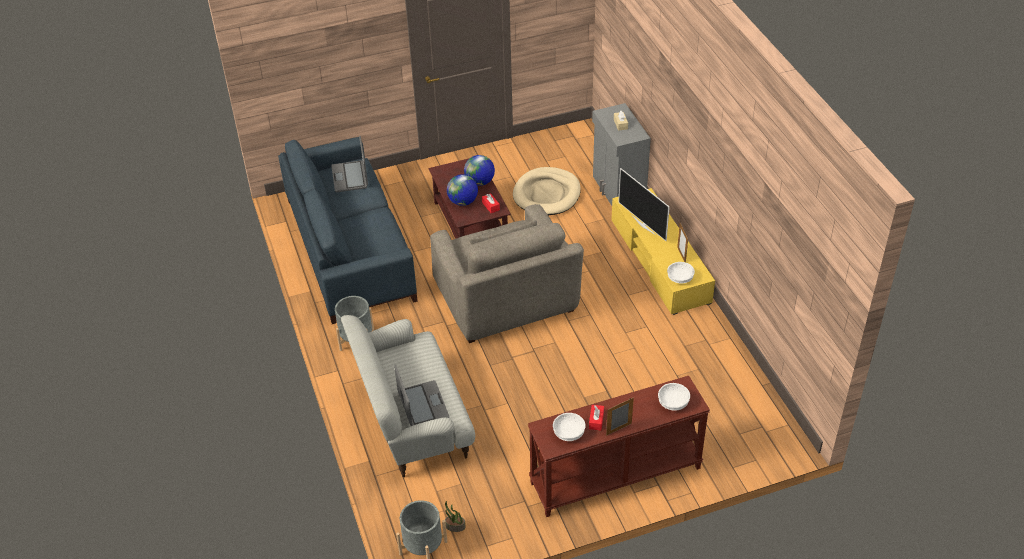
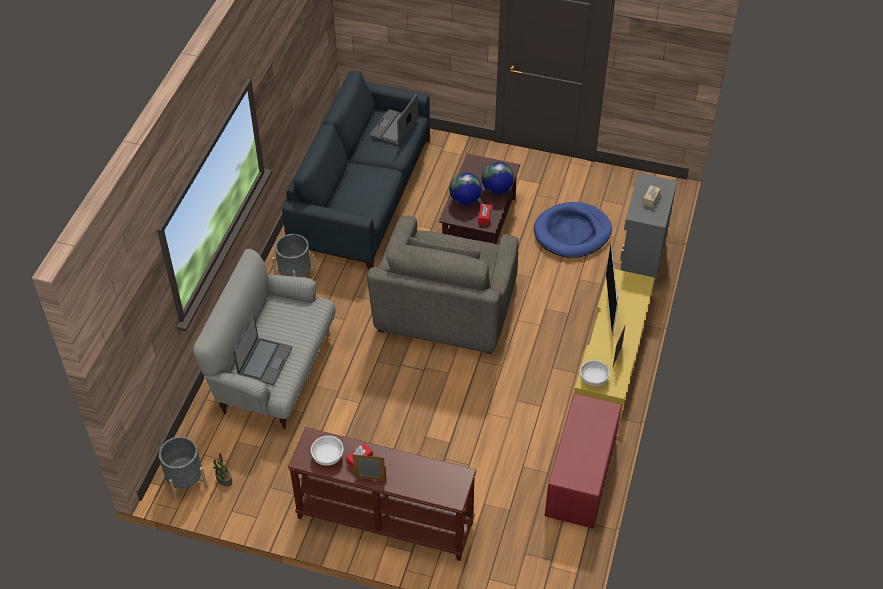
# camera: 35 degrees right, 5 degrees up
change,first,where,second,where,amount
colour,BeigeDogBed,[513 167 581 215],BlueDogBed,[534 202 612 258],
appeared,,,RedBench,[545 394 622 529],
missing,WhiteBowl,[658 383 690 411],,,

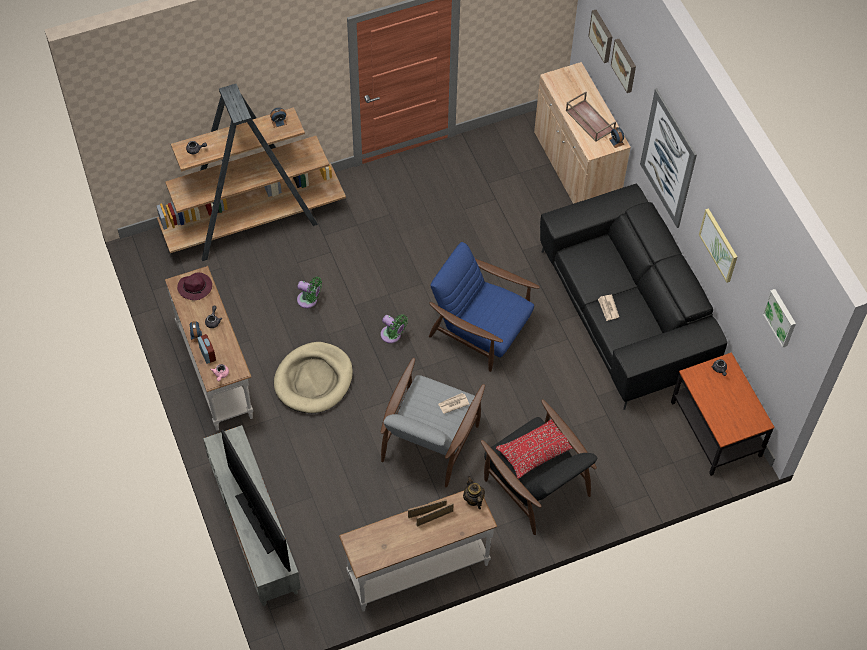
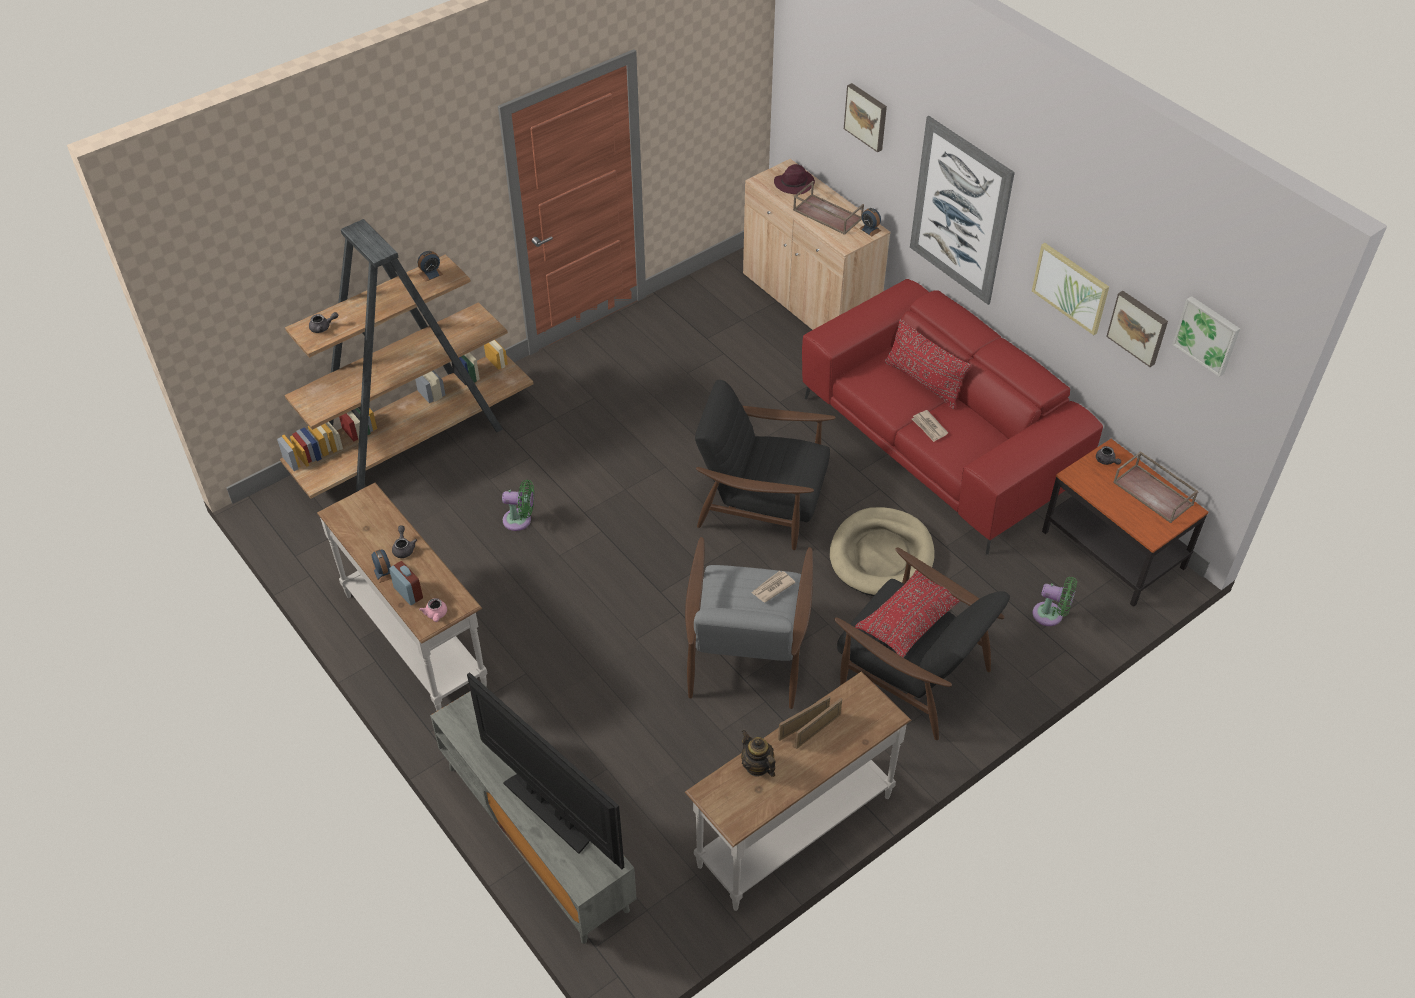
# camera: 15 degrees left, 10 degrees down
change,first,where,second,where,amount
colour,BlueArmchair,[429 242 540 372],BlackArmchair,[695 380 836 550],
relocated,Teapot,[463 476 485 509],,[741 730 776 777],
relocated,PurpleHat,[177 273 212 300],,[774 164 815 194],
colour,BlackSofa,[540 184 728 410],RedSofa,[802 279 1103 555],
relocated,BeigeDogBed,[274 342 353 413],,[830 507 934 596],
appeared,,,RedPillow,[884 319 971 409],
relocated,GreenFan,[380 314 408 343],,[1033 577 1077 626],
relocated,Picture,[588 10 613 63],,[1106 291 1168 367],
appeared,,,BrownTray,[1113 452 1199 523],

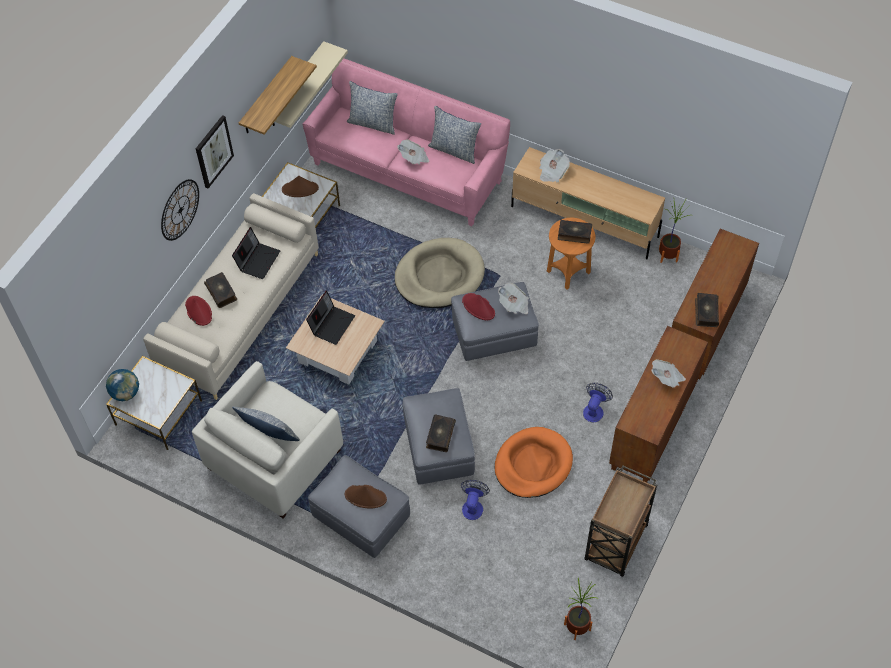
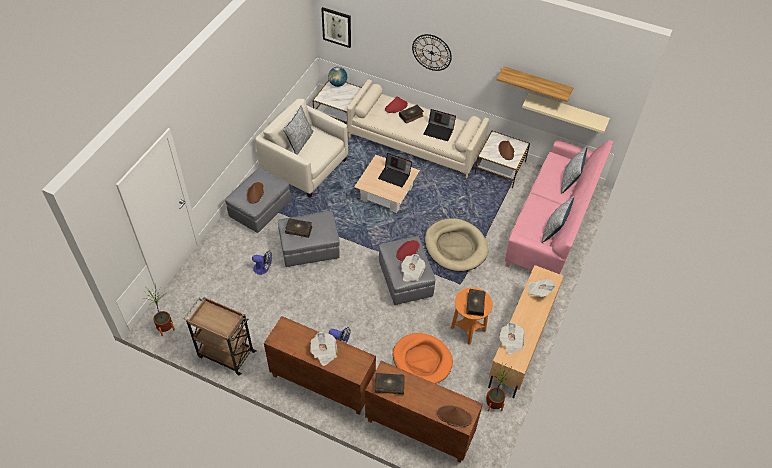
# camera: 85 degrees right, 5 degrees down
change,first,where,second,where,amount
relocated,Picture,[196 115 234 188],,[321 7 351 48],
relocated,OrangeDogBed,[495 427 573 498],,[393 333 453 384],
appeared,,,BrownHat,[437 405 473 427],
relocated,Newspaper,[397 140 429 164],,[499 322 525 355],

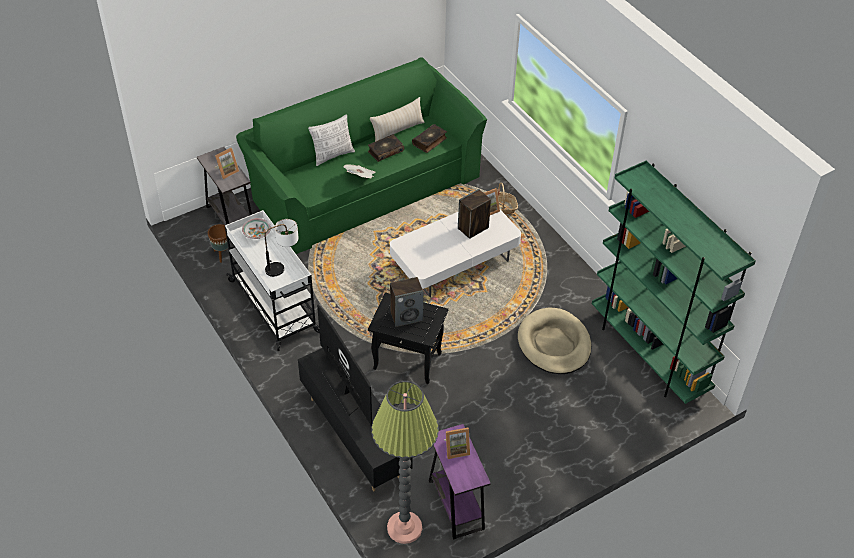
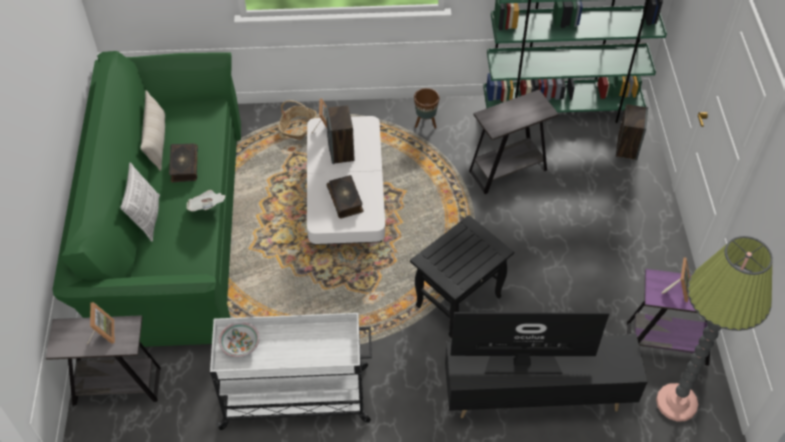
# camera: 60 degrees left, 5 degrees up
change,first,where,second,where,amount
relocated,Book,[412 124 447 153],,[327 175 364 218],
relocated,BrownPlanter,[208 224 230 263],,[414 88 440 128],
exchanged,BeigeDogBed,[518 308 591 374],GreySideTable,[469 90 559 194],
relocated,Speaker,[390 277 424 327],,[616 104 648 160],
missing,TableLamp,[264 219 299 277],,,

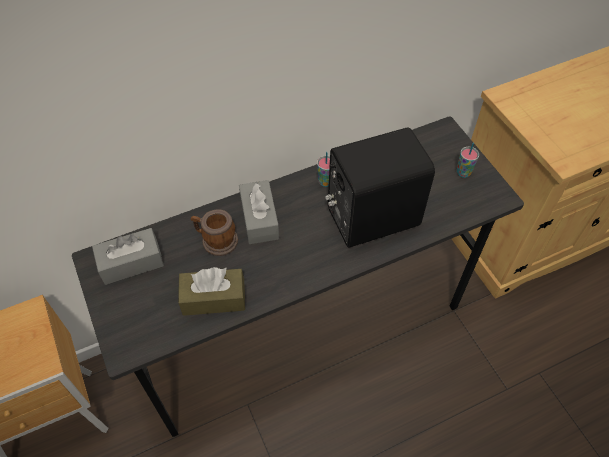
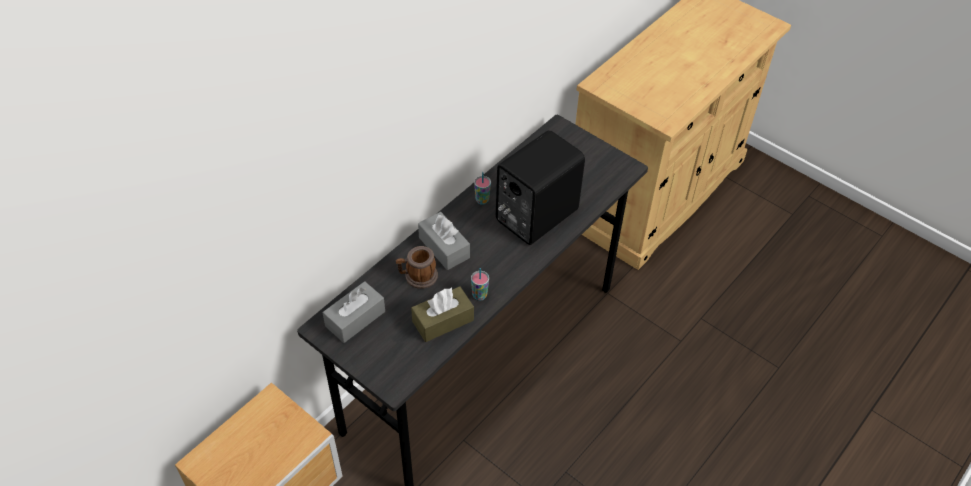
# camera: 25 degrees left, 5 degrees down
change,first,where,second,where,amount
relocated,Cup,[457 143 479 178],,[471 268 489 301],

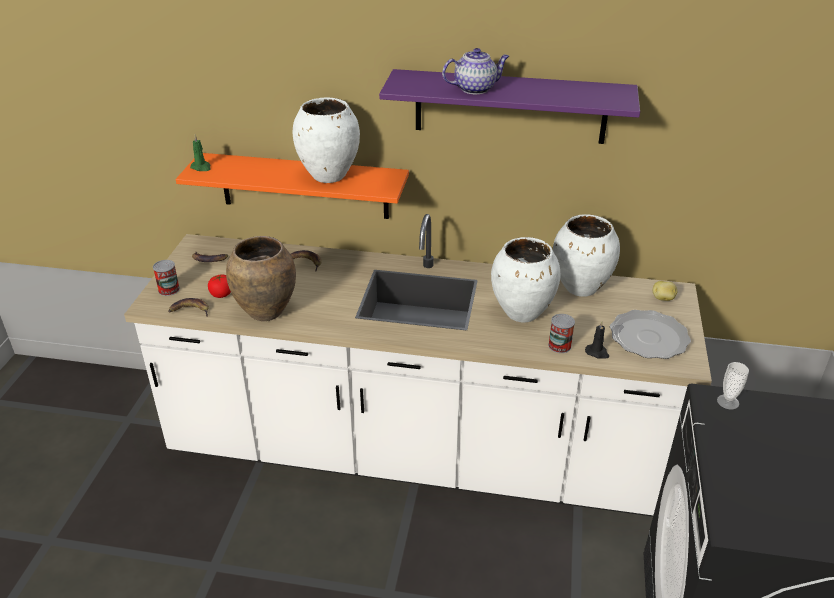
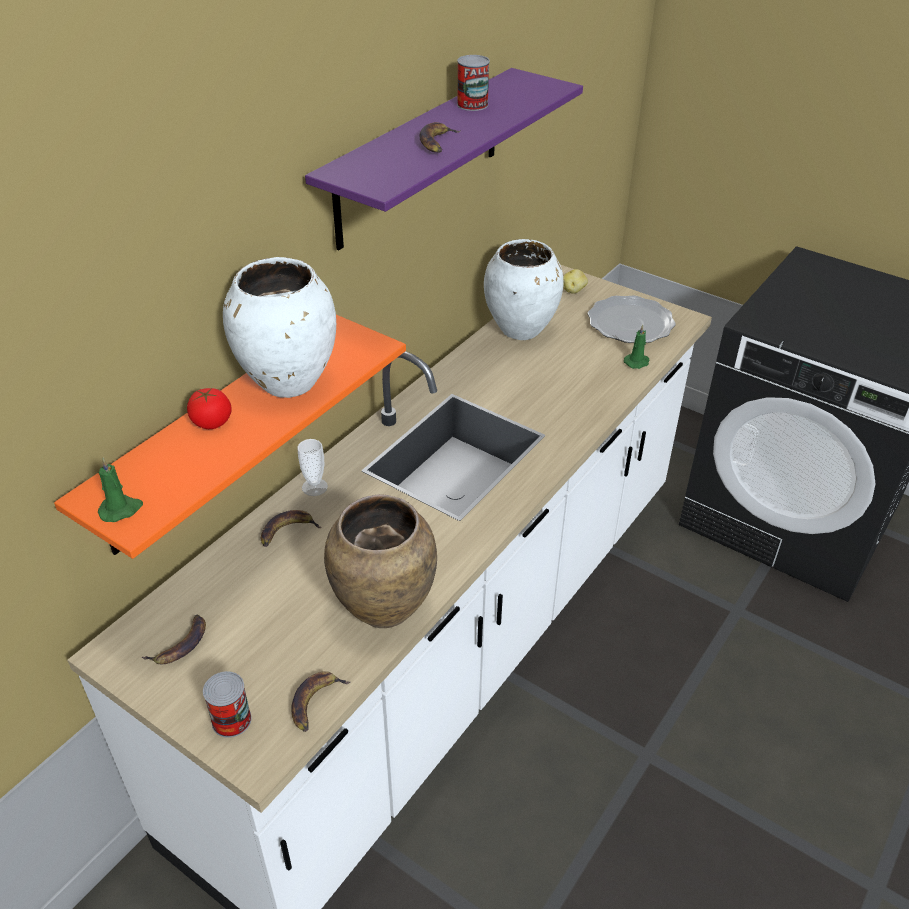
# camera: 65 degrees left, 5 degrees up
change,first,where,second,where,amount
relocated,Tomato,[208 274 231 298],,[187 388 232 429],
relocated,Cup,[717 362 749 410],,[297 439 328 496],
exchanged,Teapot,[442 48 509 94],Banana,[420 122 461 153],
relocated,Can,[548 314 575 353],,[457 55 490 111],
colour,BlackCandle,[585 321 609 359],GreenCandle,[624 325 650 369],
missing,WhiteVase,[491 237 560 323],,,

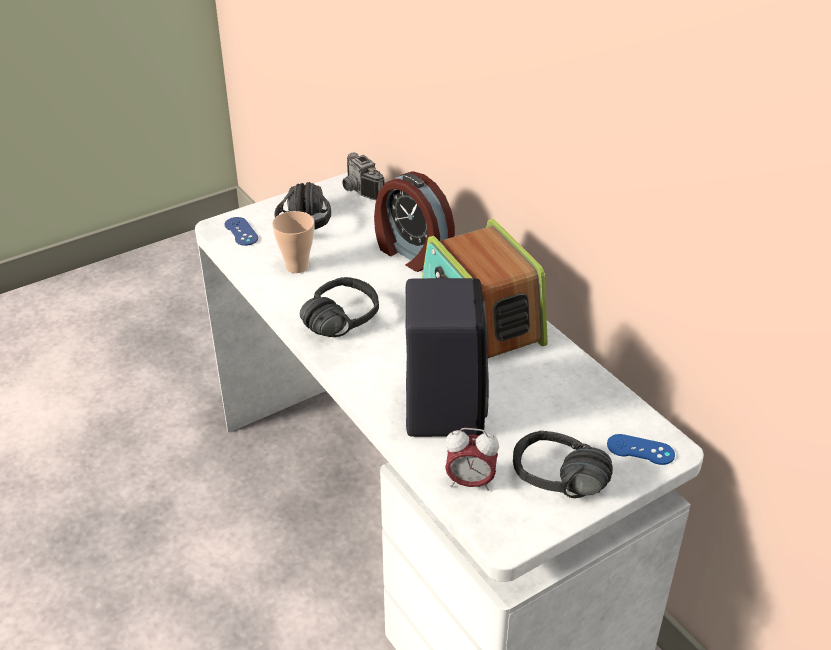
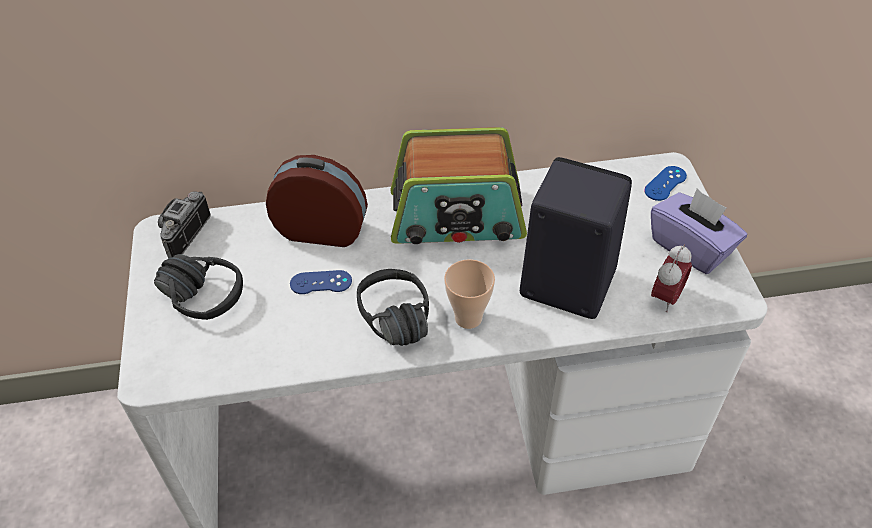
# camera: 65 degrees left, 10 degrees up
change,first,where,second,where,amount
spun,PhotoCamera,[342 153 384 200],,[158 191 211 258],120 degrees clockwise
spun,AlarmClock,[374 171 455 272],,[266 155 368 247],150 degrees counterclockwise
relocated,BlueGameController,[224 217 258 246],,[290 270 352 294],
relocated,Cup,[272 211 315 273],,[444 259 495 329],
exchanged,BlackHeadphones,[513 431 613 498],PurpleTissueBox,[651 188 747 274],

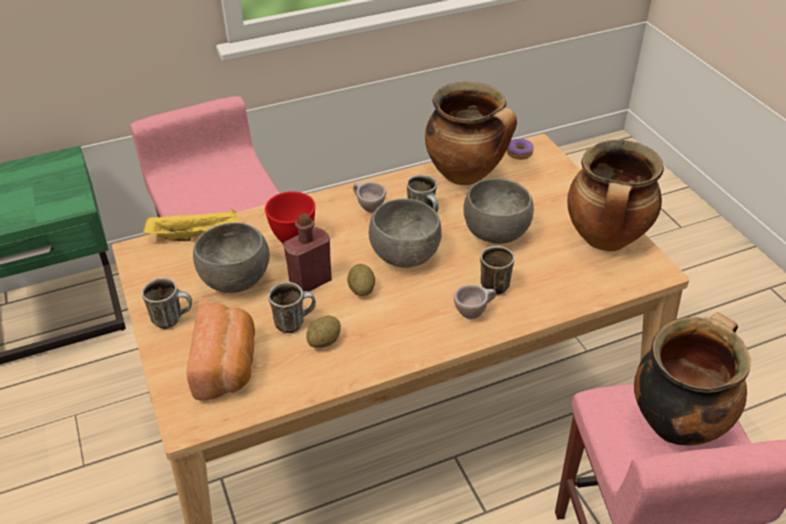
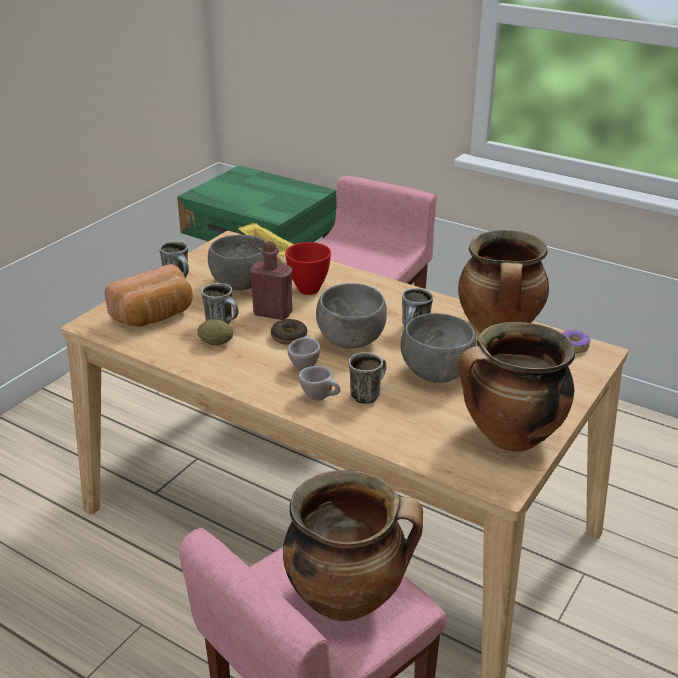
# camera: 55 degrees right, 10 degrees down
change,first,where,second,where,amount
exchanged,Potato,[347 264 375 296],Donut,[271 319 308 345],
relocated,BeigeCup,[353 182 386 212],,[288 335 320 370],

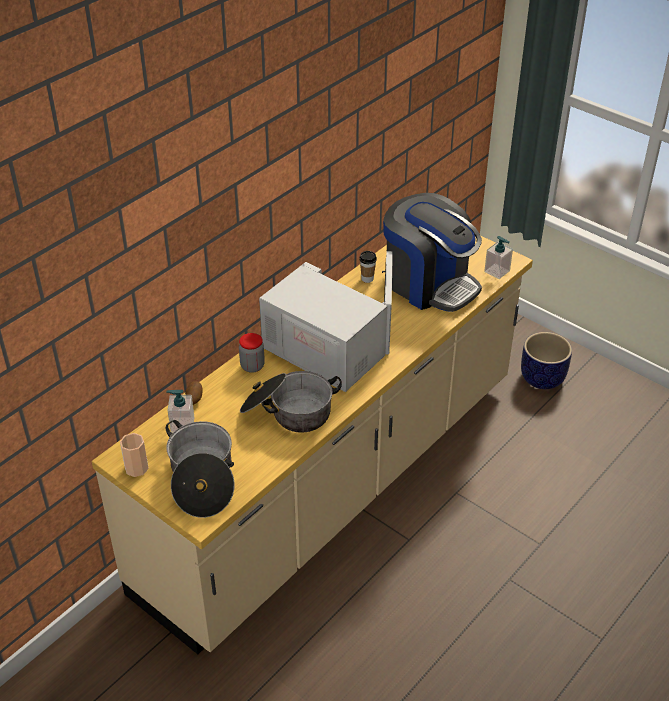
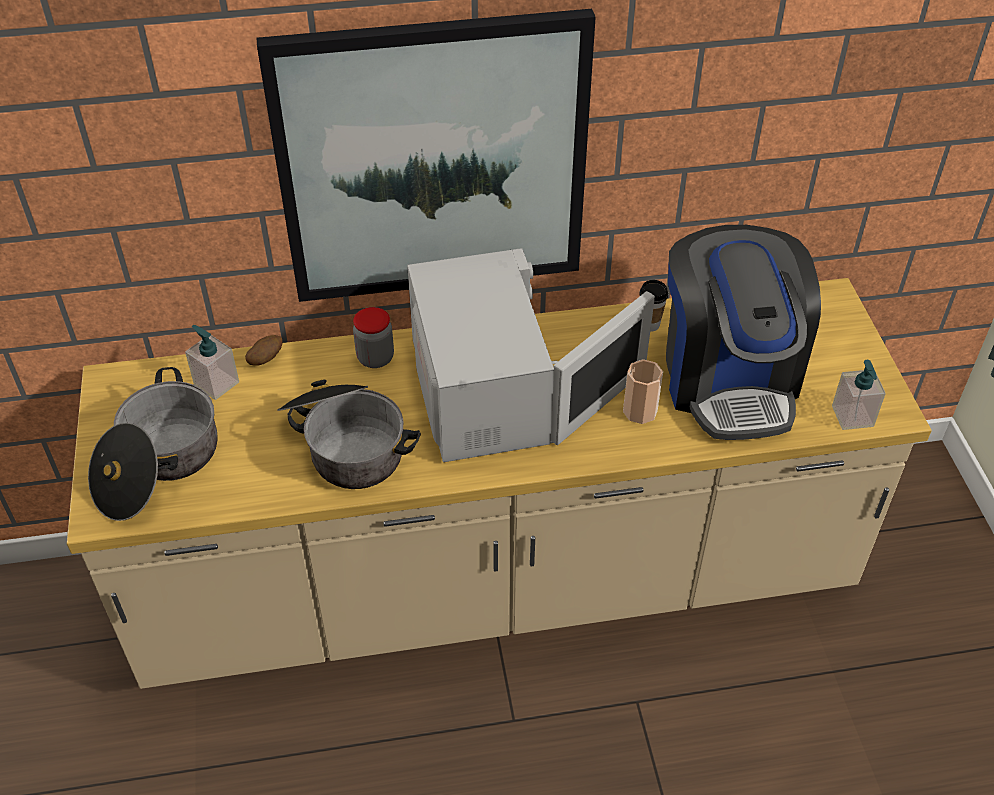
# camera: 40 degrees right, 5 degrees up
change,first,where,second,where,amount
appeared,,,Picture,[256 9 596 302],
relocated,Cup,[120 433 149 477],,[623 359 663 424],
missing,Planter,[521 332 572 389],,,

